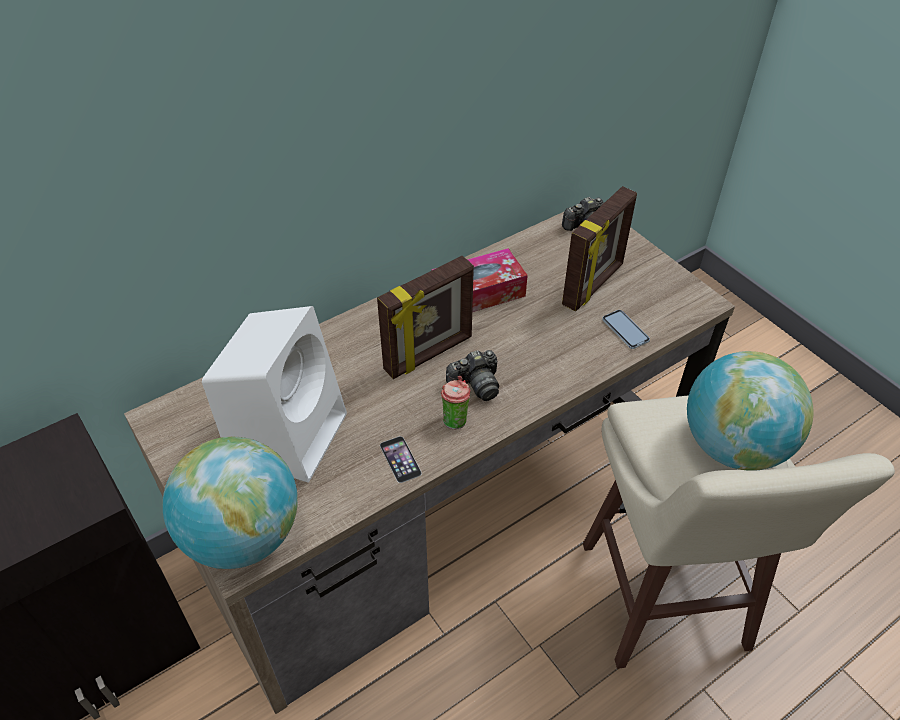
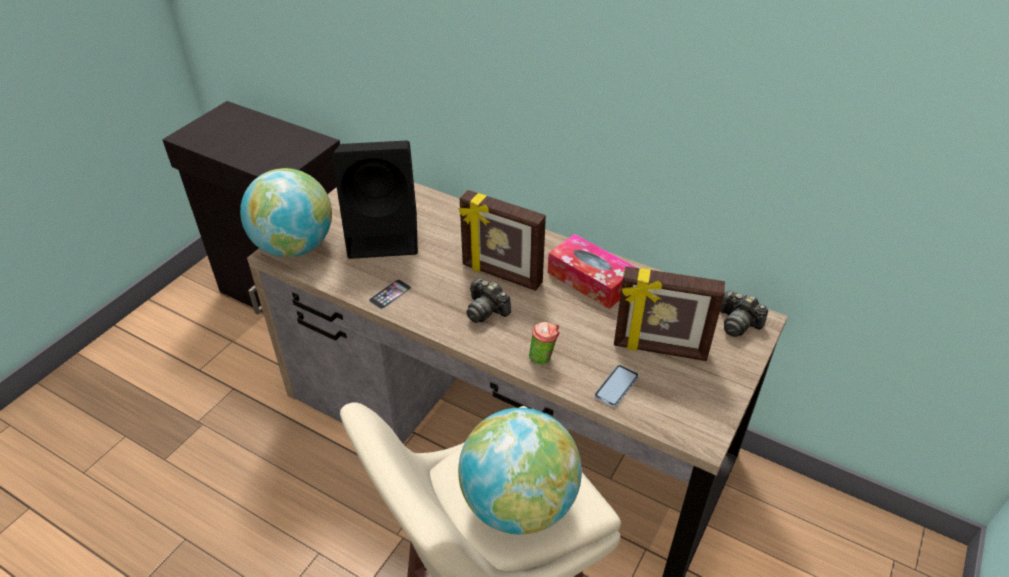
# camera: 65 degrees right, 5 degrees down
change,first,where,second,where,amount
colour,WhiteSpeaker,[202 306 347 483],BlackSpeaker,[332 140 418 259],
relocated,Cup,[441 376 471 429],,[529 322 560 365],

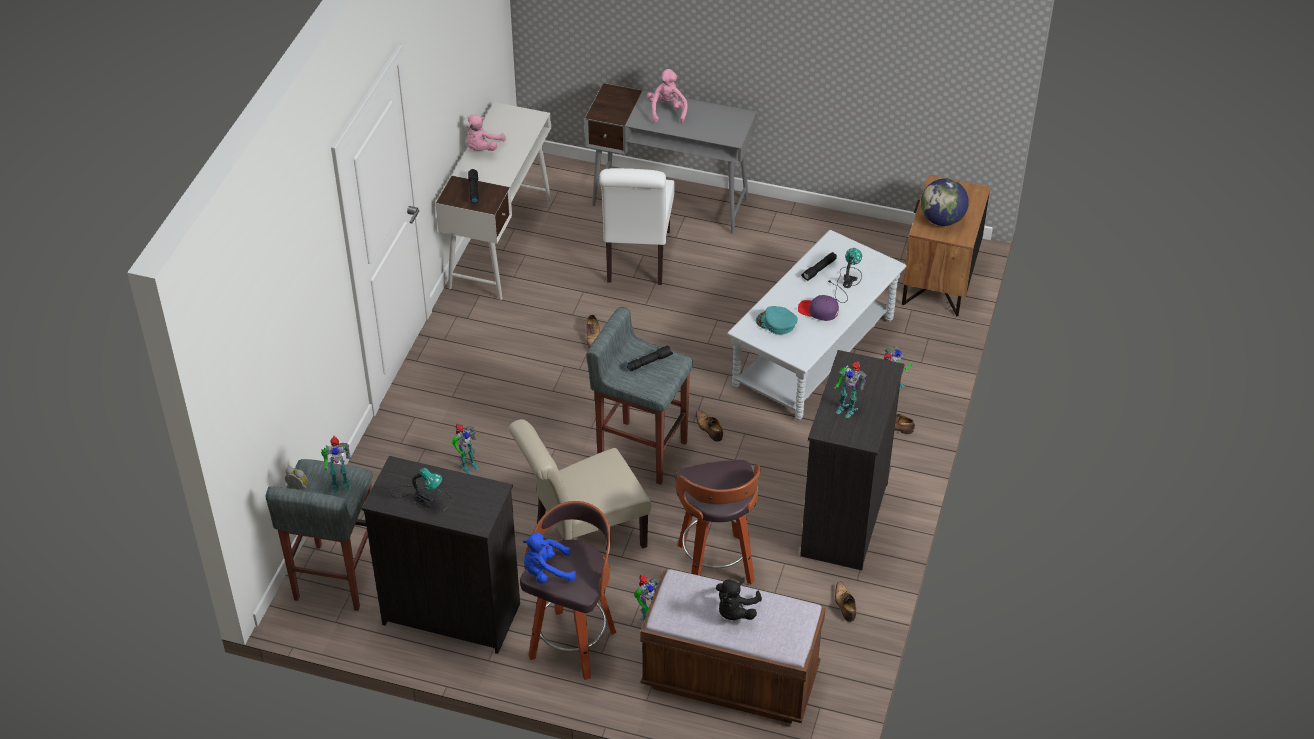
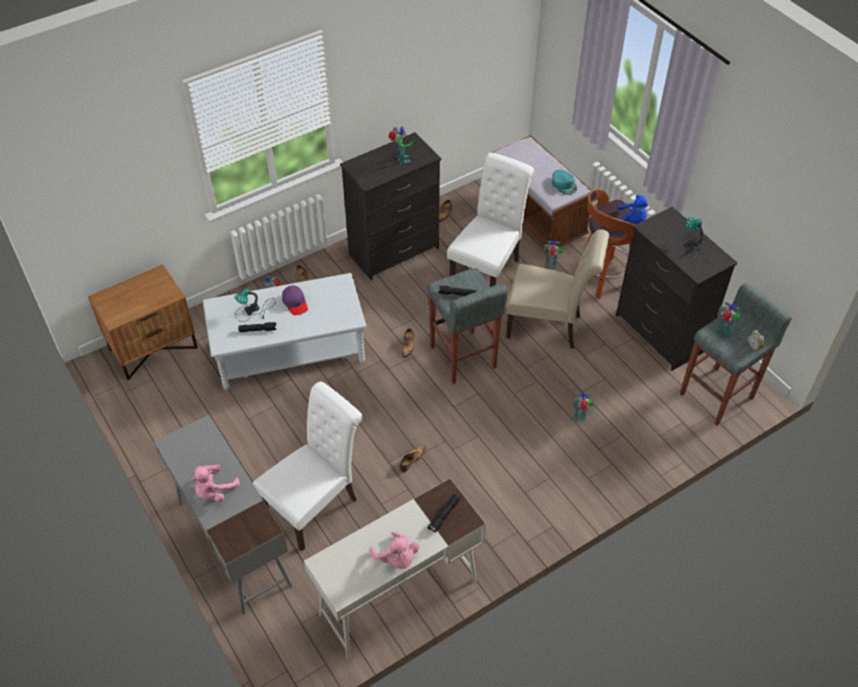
# camera: 140 degrees left, 5 degrees up
change,first,where,second,where,amount
spun,PinkPlushToy,[467 114 506 151],,[370 531 419 569],75 degrees clockwise
exchanged,Stool,[675 460 761 585],WhiteChair,[447 153 534 287],
relocated,TurquoiseCap,[756 306 798 335],,[552 170 577 195],
missing,BlackPlushToy,[716 580 762 620],,,
missing,Globe,[921 178 969 226],,,

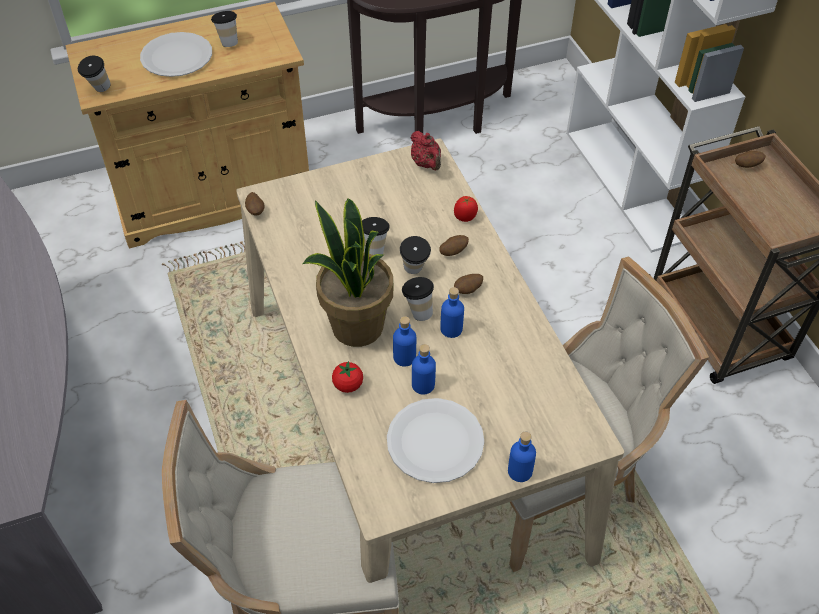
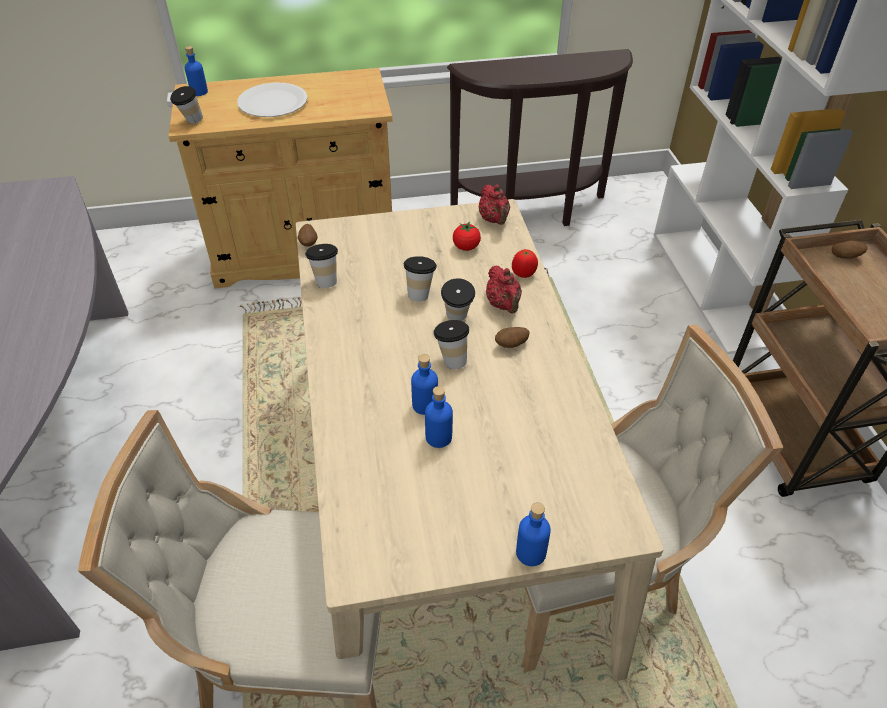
# camera: 10 degrees right, 5 degrees down
change,first,where,second,where,amount
relocated,BlueBottle,[440 287 464 338],,[185 46 208 96],
relocated,Cup,[211 11 238 47],,[305 244 338 288],
relocated,Tomato,[332 361 363 393],,[453 222 481 251],
exchanged,Potato,[439 235 469 256],RedTeapot,[486 266 522 313],
missing,PottedPlant,[303 198 393 347],,,
missing,WhitePlate,[387 398 484 483],,,

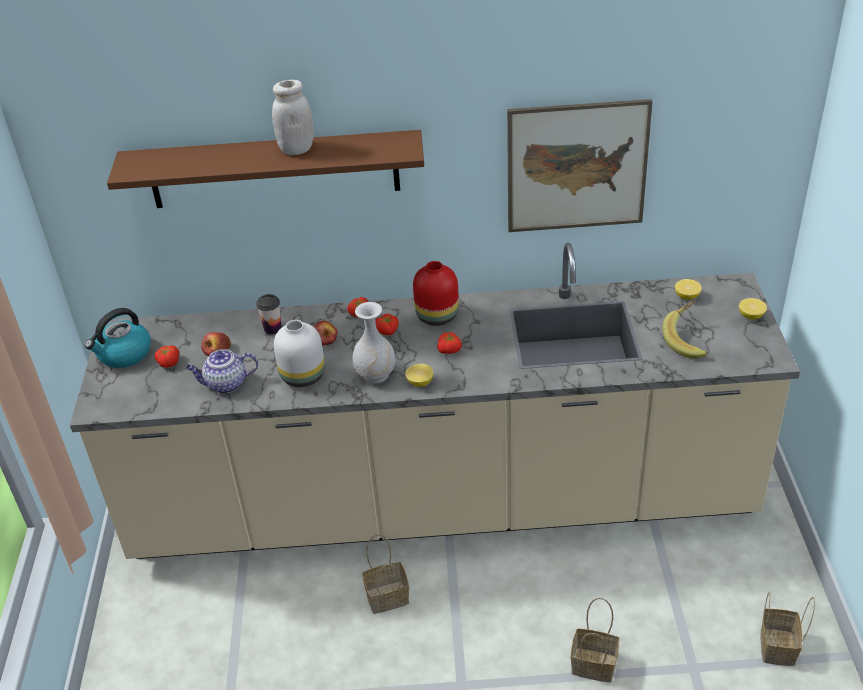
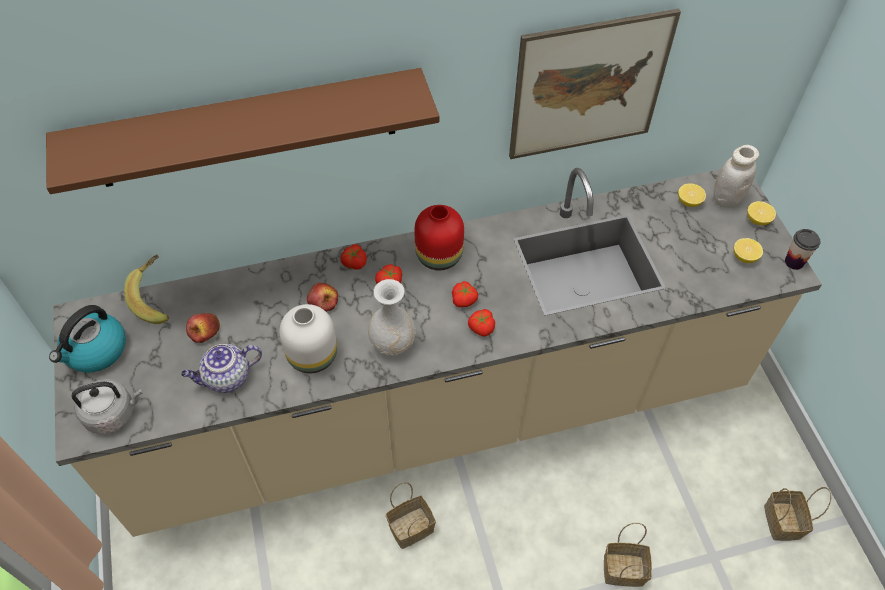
# camera: 15 degrees left, 15 degrees up
change,first,where,second,where,amount
appeared,,,GreyKettle,[72 379 143 434],
relocated,Banana,[662 300 707 359],,[124 254 169 324],
relocated,Tomato,[154 345 179 368],,[468 309 495 337],
relocated,WhiteJar,[272 79 314 155],,[713 145 759 208],
relocated,Lemon,[405 364 434 387],,[734 238 763 263],
relocated,Cup,[256 294 281 335],,[785 229 820 270],

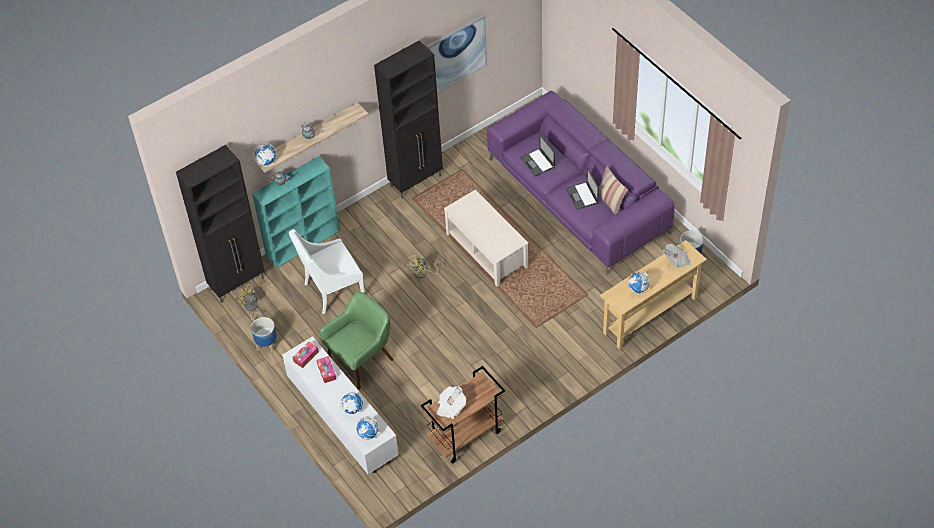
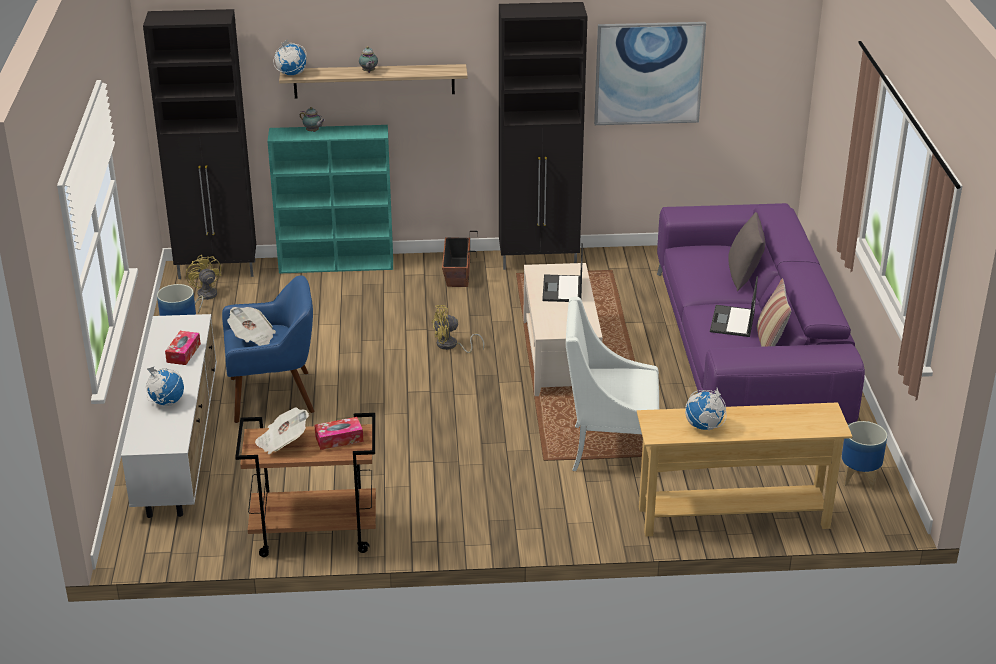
# camera: 30 degrees right, 20 degrees down
change,first,where,second,where,amount
colour,GreenArmchair,[320 292 394 389],BlueArmchair,[222 275 314 423],
relocated,Newspaper,[663 244 692 267],,[227 307 276 346],
relocated,TissueBox,[292 341 319 368],,[315 417 363 450],
appeared,,,Planter,[442 231 478 287],
relocated,Laptop,[520 133 555 177],,[542 244 583 302],
relocated,WhiteArmchair,[289 229 364 314],,[566 297 659 471],
appeared,,,GreyPillow,[728 212 765 291],
missing,Globe,[357 415 380 440],,,

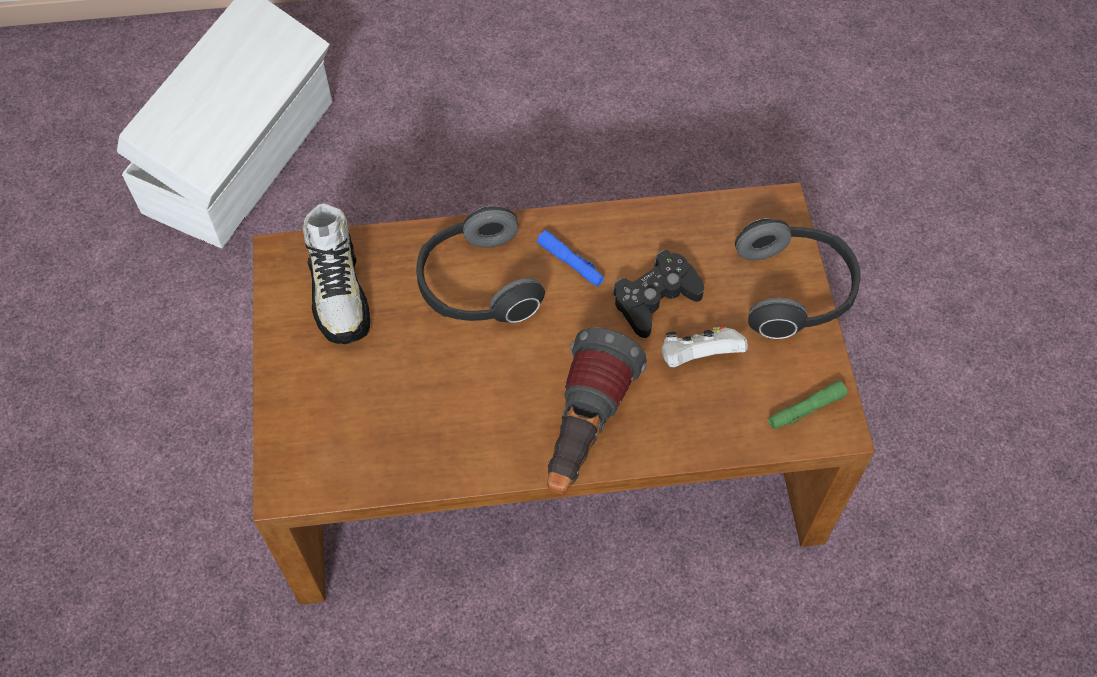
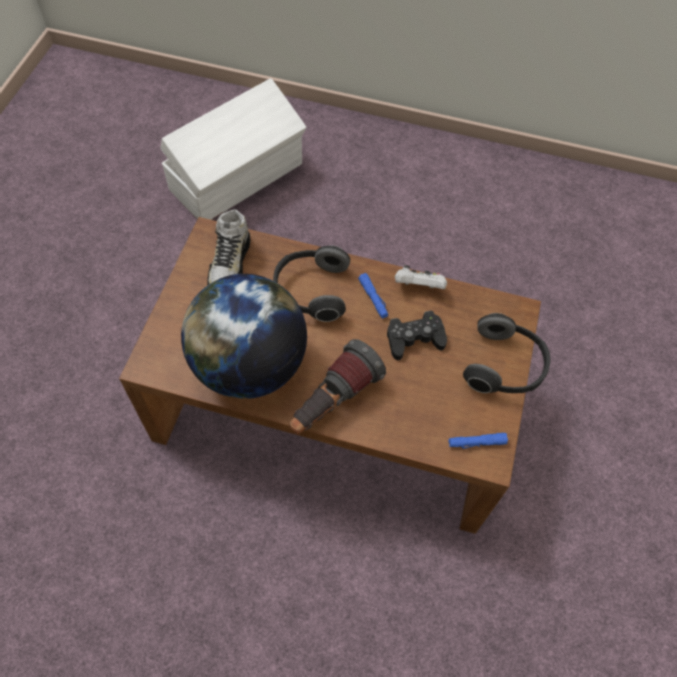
# camera: 20 degrees right, 0 degrees up
change,first,where,second,where,amount
appeared,,,Globe,[181 274 307 399],
relocated,WhiteGameController,[662 326 748 368],,[395 265 447 289],
colour,GreenFlashlight,[768 381 848 429],BlueFlashlight,[449 433 508 449],

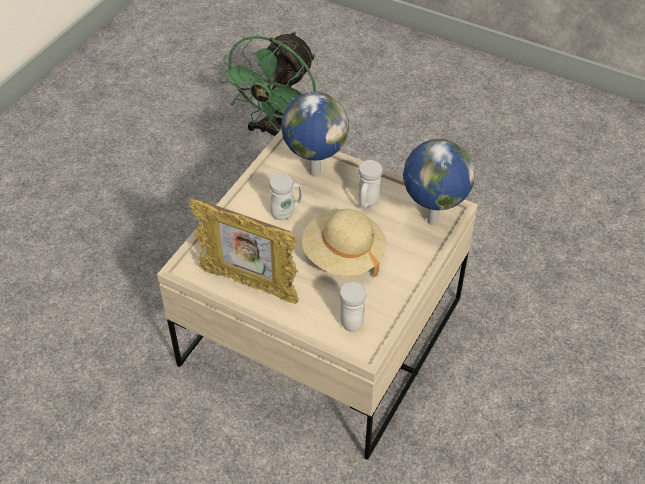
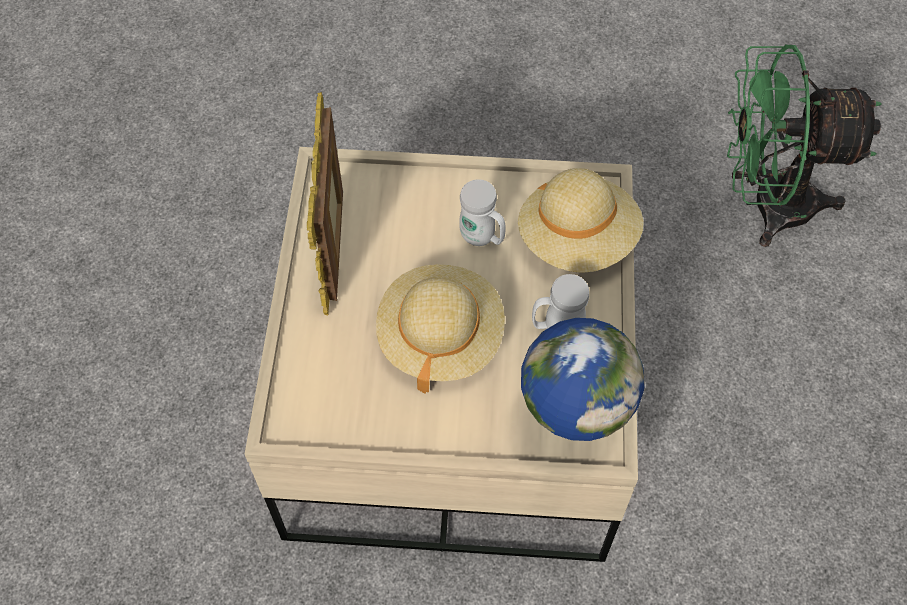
# camera: 65 degrees right, 10 degrees up
change,first,where,second,where,amount
exchanged,Globe,[281 92 349 177],BeigeHat,[518 168 644 273],
missing,WhiteMug,[340 282 367 332],,,

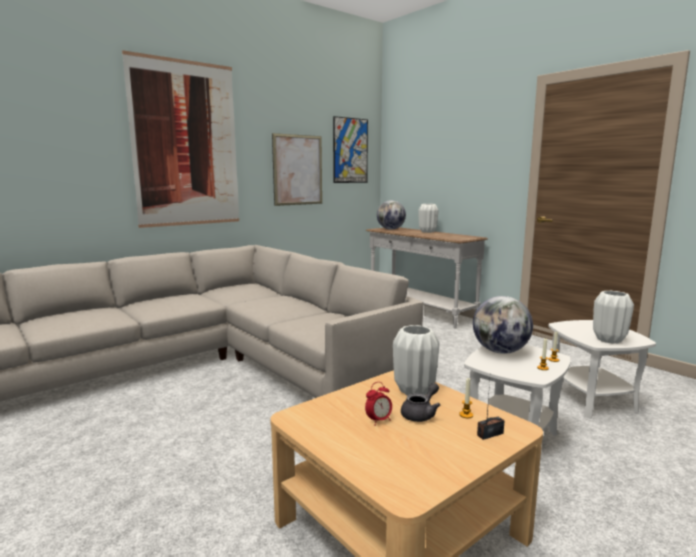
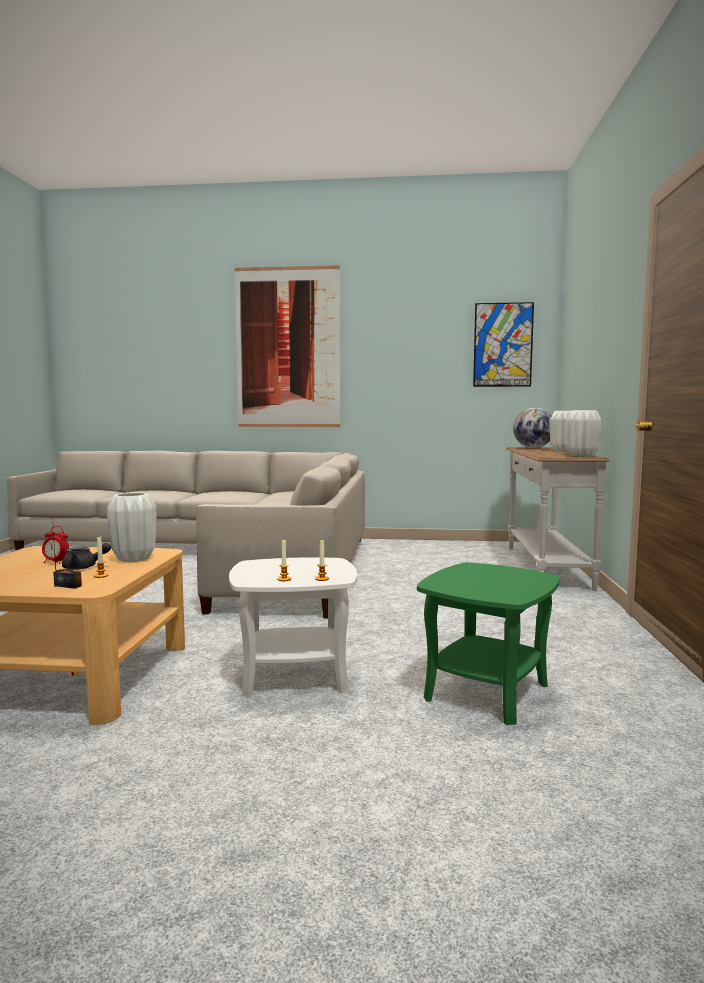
# camera: 45 degrees right, 5 degrees down
change,first,where,second,where,amount
colour,WhiteSideTable,[548 320 656 419],GreenSideTable,[417 562 560 725],
relocated,WhiteVase,[593 291 634 344],,[567 410 601 457],
missing,Picture,[272 133 322 206],,,
missing,Globe,[473 296 533 354],,,

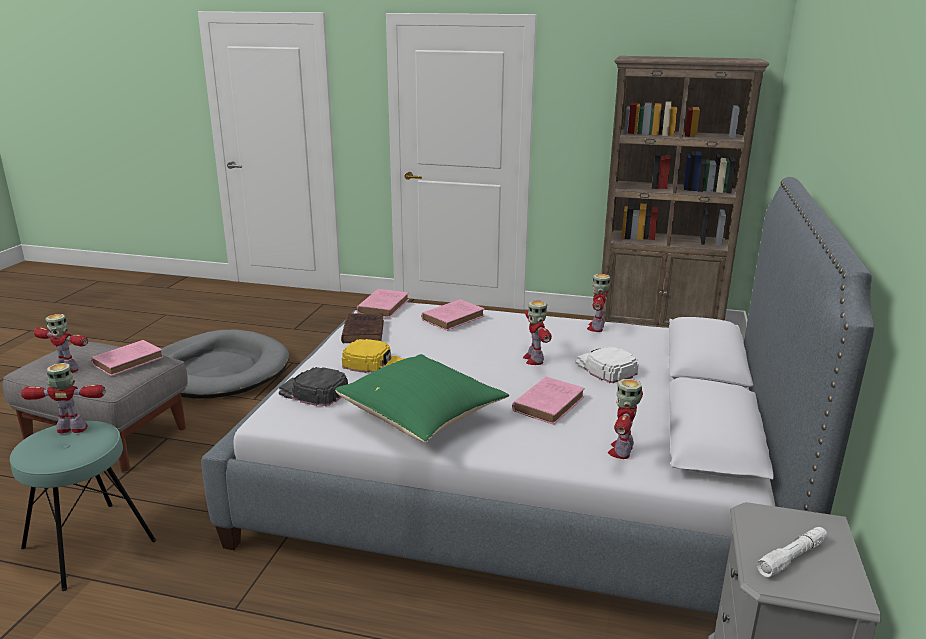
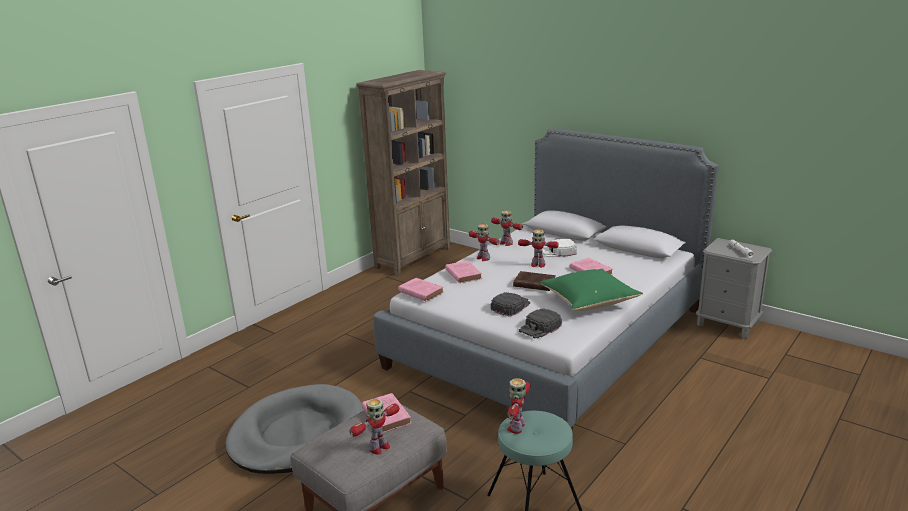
# camera: 65 degrees left, 0 degrees up
change,first,where,second,where,amount
relocated,ToyRobot,[608 379 643 459],,[469 224 499 261],
colour,YellowCap,[342 339 404 373],BlackCap,[491 292 530 316],
relocated,BrownBook,[341 313 384 343],,[513 271 556 291],

